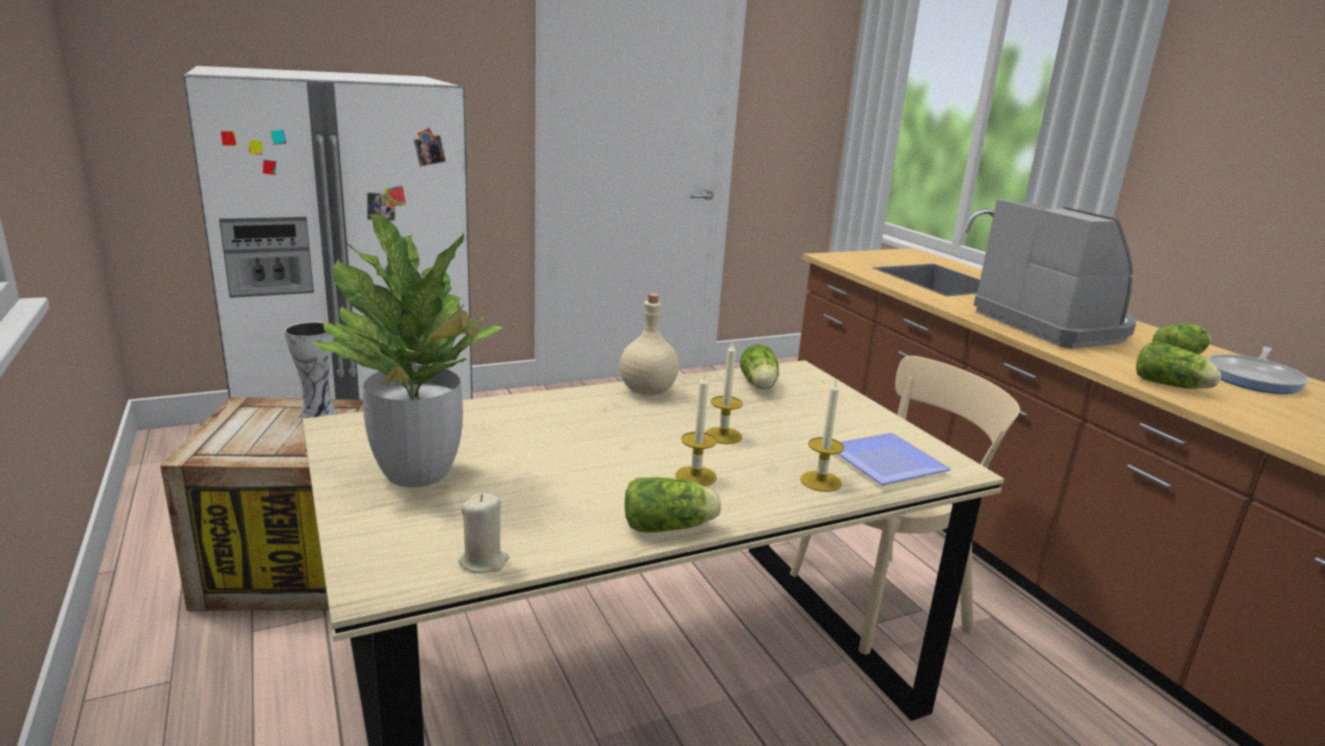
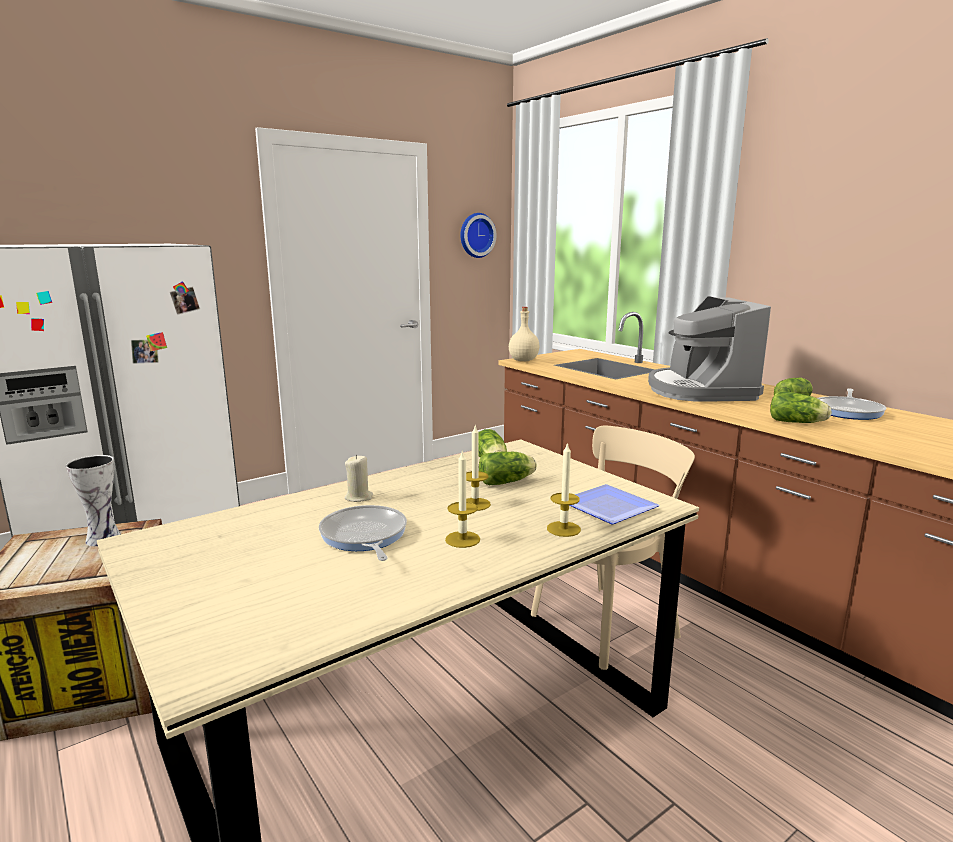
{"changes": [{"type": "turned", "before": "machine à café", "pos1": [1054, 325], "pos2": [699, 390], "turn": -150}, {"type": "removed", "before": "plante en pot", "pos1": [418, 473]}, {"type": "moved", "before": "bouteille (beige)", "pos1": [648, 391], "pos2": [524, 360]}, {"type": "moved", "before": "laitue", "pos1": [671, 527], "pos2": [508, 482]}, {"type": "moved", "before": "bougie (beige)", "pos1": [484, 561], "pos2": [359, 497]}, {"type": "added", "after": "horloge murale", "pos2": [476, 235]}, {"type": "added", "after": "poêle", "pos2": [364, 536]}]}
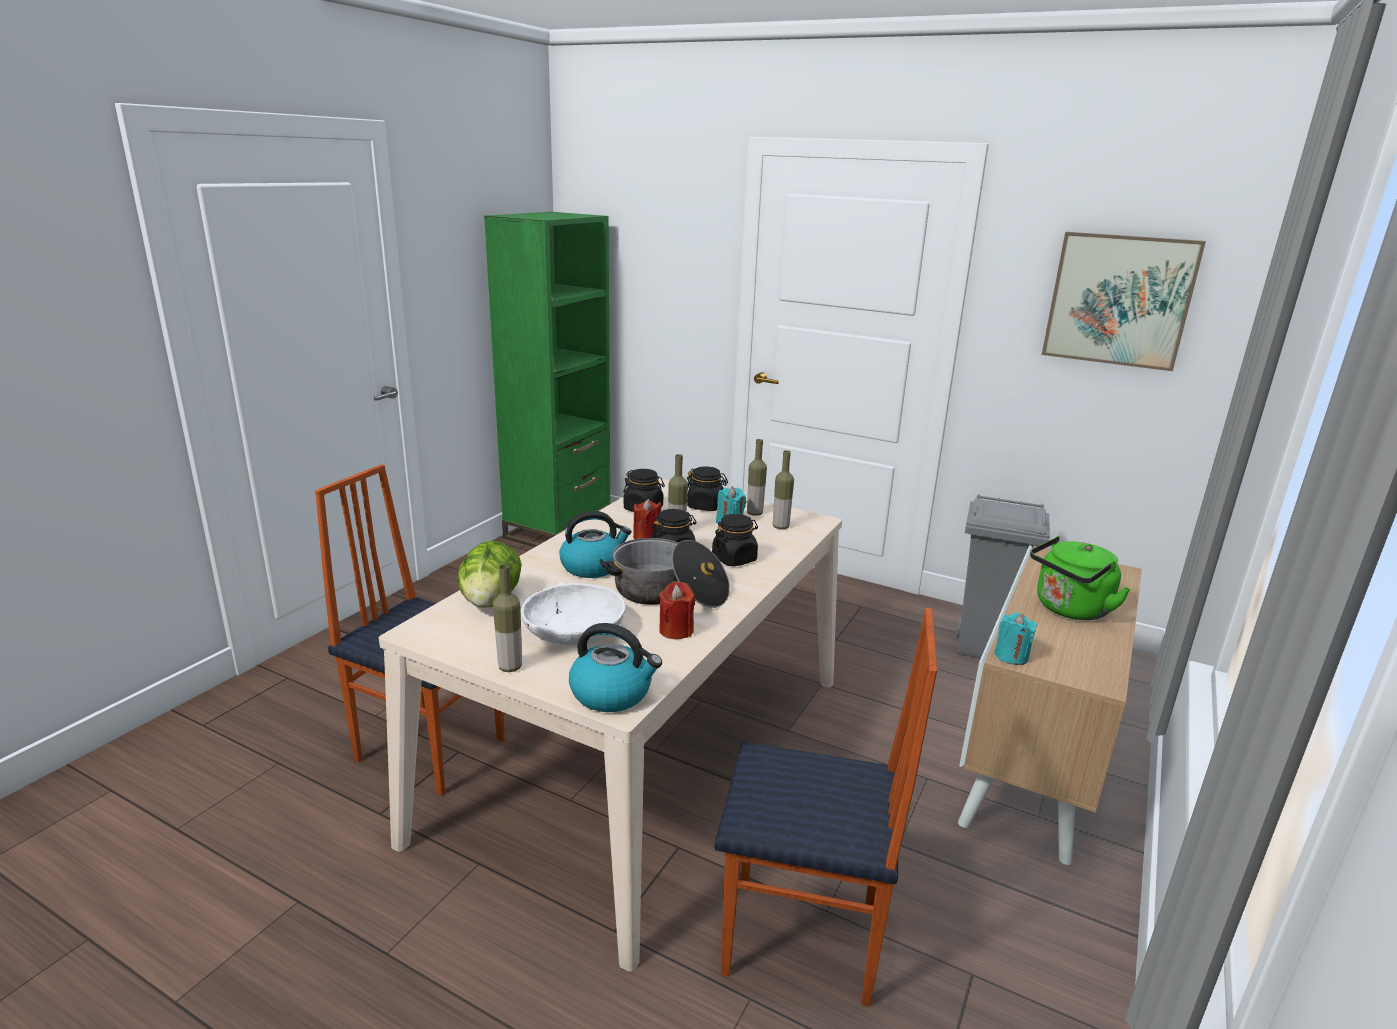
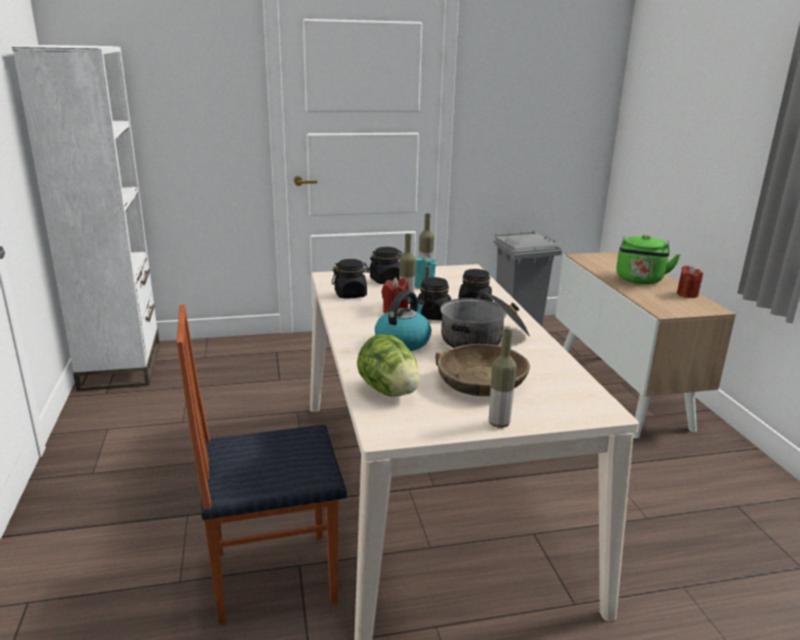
{"changes": [{"type": "recoloured", "before": "bibliothèque (vert)", "after": "bibliothèque (blanc)", "pos1": [558, 529], "pos2": [121, 366]}, {"type": "removed", "before": "tableau", "pos1": [1119, 300]}, {"type": "removed", "before": "bouteille", "pos1": [780, 527]}, {"type": "moved", "before": "bougie (rouge)", "pos1": [676, 630], "pos2": [687, 294]}, {"type": "recoloured", "before": "bol (blanc)", "after": "bol (marron)", "pos1": [573, 628], "pos2": [480, 383]}, {"type": "removed", "before": "chaise", "pos1": [802, 940]}, {"type": "removed", "before": "bougie (turquoise)", "pos1": [1011, 656]}, {"type": "removed", "before": "bouilloire", "pos1": [612, 693]}]}
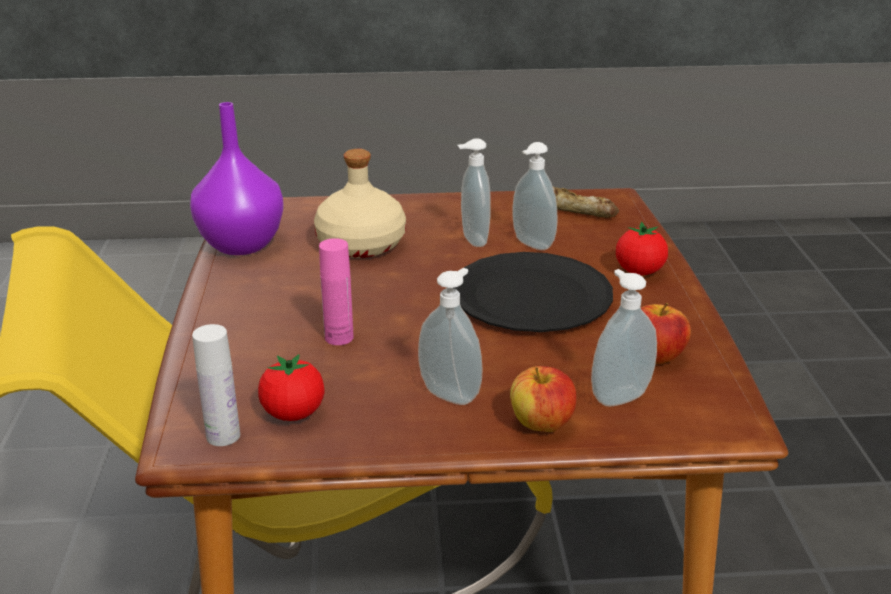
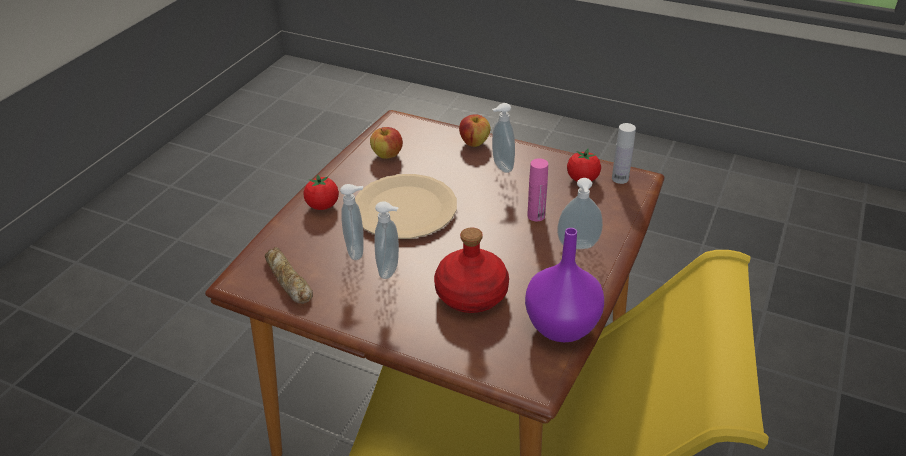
{"changes": [{"type": "recoloured", "before": "bouteille (beige)", "after": "bouteille (rouge)", "pos1": [360, 244], "pos2": [472, 294]}, {"type": "recoloured", "before": "assiette (noir)", "after": "assiette (beige)", "pos1": [531, 296], "pos2": [405, 209]}, {"type": "moved", "before": "distributeur de savon", "pos1": [618, 396], "pos2": [578, 247]}]}
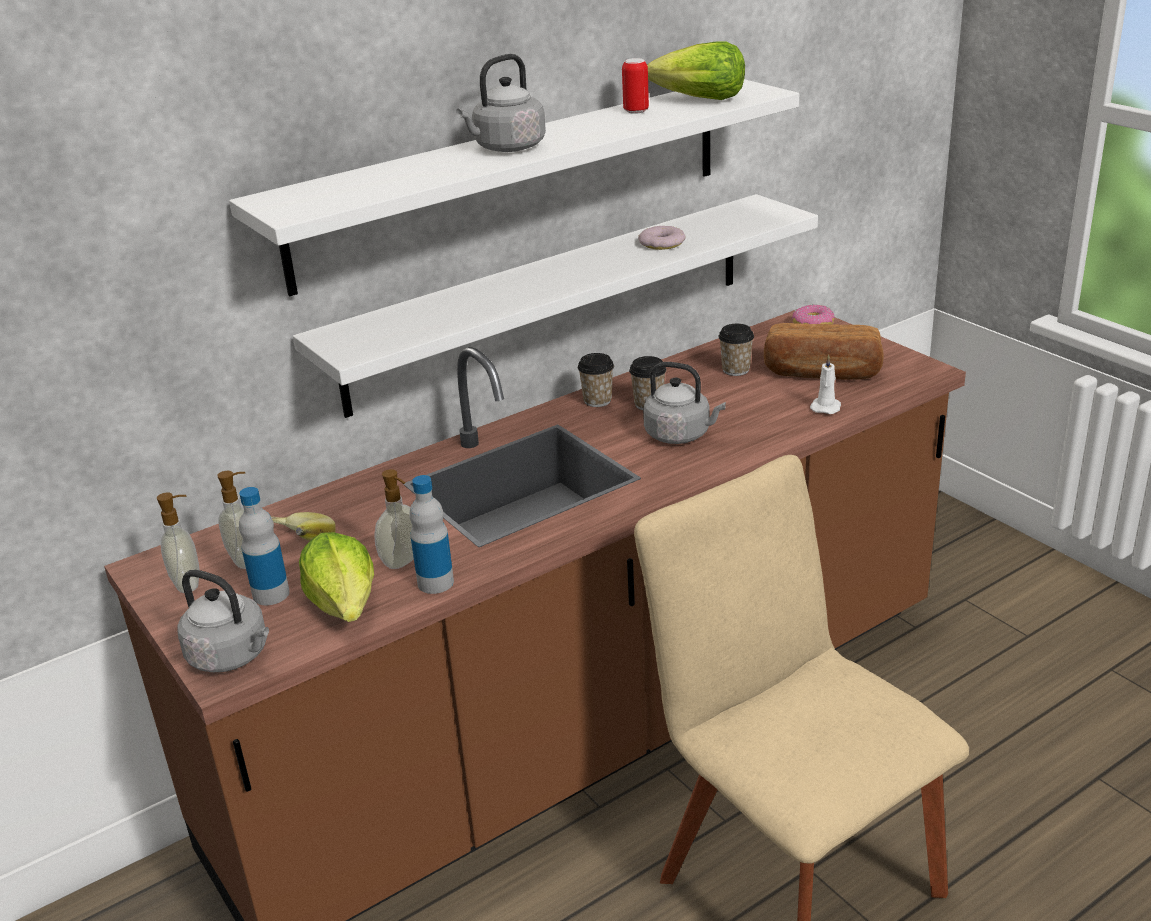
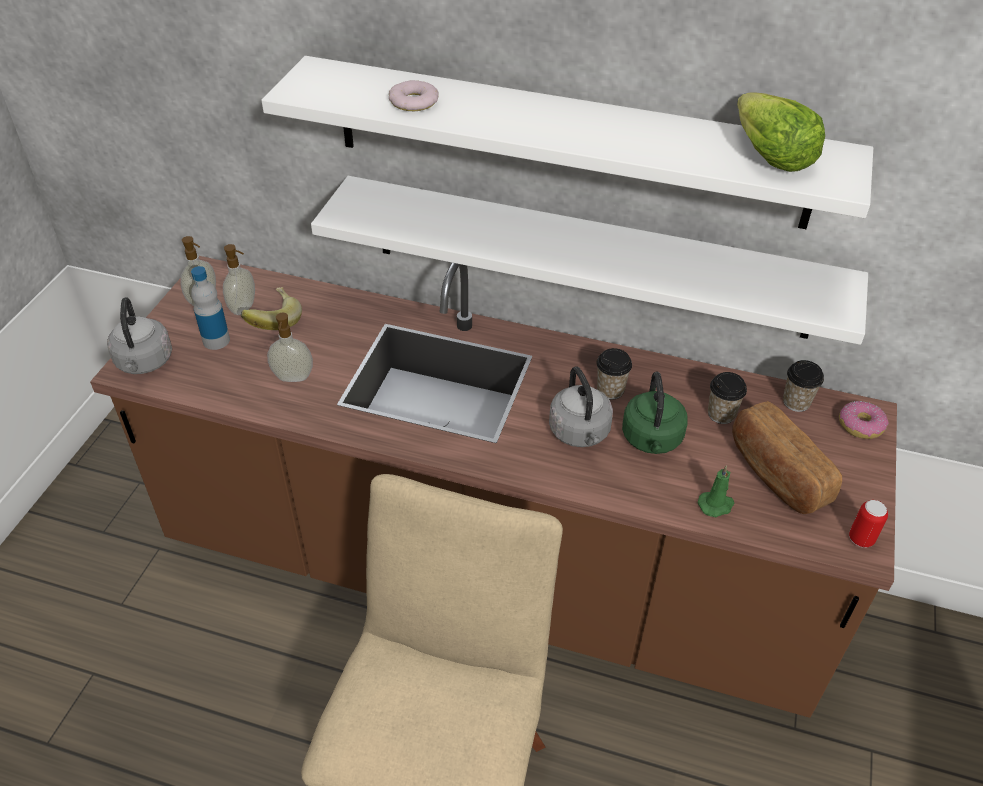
{"changes": [{"type": "removed", "before": "bouilloire (gris)", "pos1": [507, 148]}, {"type": "moved", "before": "boîte métallique", "pos1": [636, 111], "pos2": [861, 539]}, {"type": "moved", "before": "beignet", "pos1": [661, 243], "pos2": [413, 101]}, {"type": "moved", "before": "tasse", "pos1": [597, 400], "pos2": [796, 402]}, {"type": "recoloured", "before": "bougie (blanc)", "after": "bougie (vert)", "pos1": [826, 407], "pos2": [716, 505]}, {"type": "removed", "before": "bouteille", "pos1": [435, 582]}, {"type": "removed", "before": "laitue", "pos1": [345, 604]}, {"type": "added", "after": "bouilloire (vert)", "pos2": [652, 440]}]}
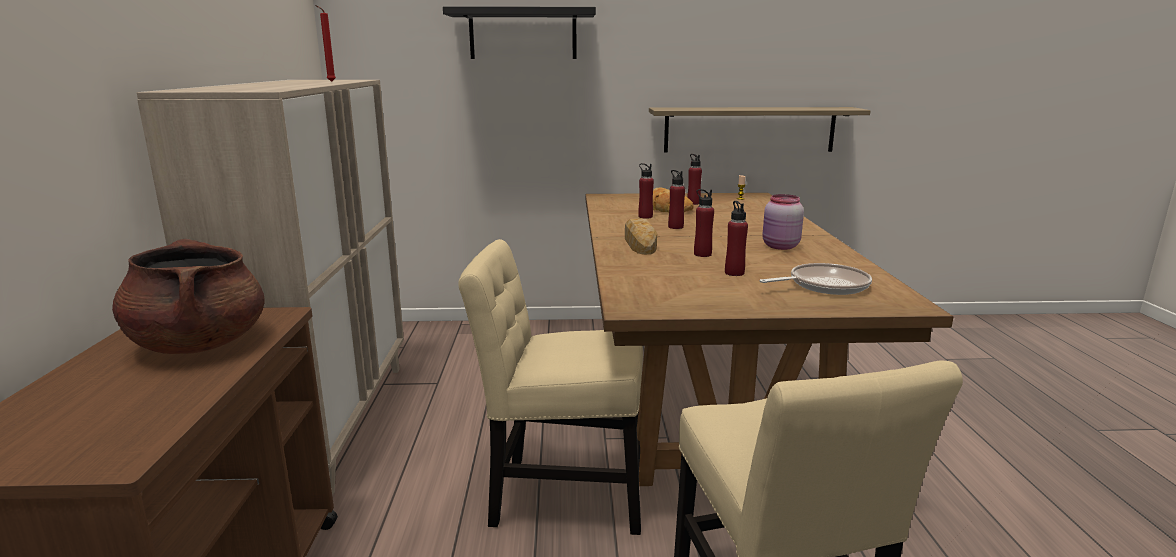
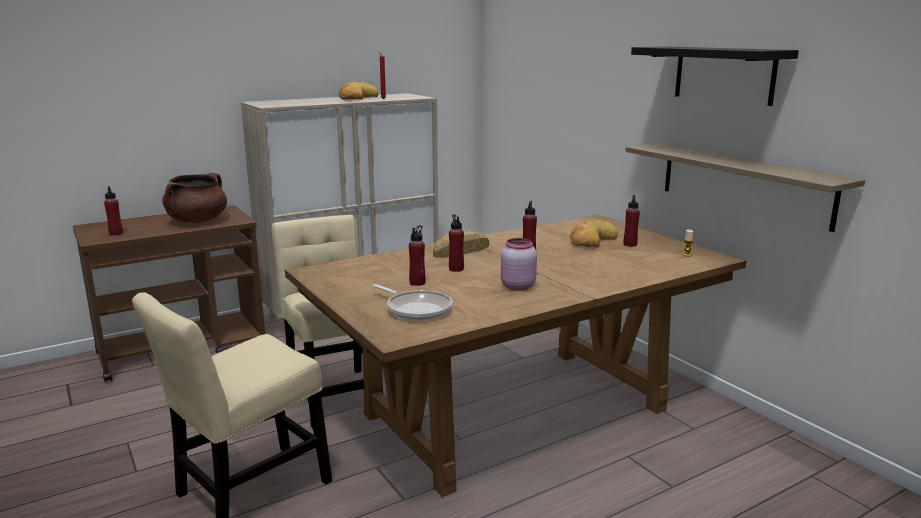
{"changes": [{"type": "moved", "before": "étagère (noir)", "pos1": [523, 34], "pos2": [724, 74]}, {"type": "moved", "before": "bouteille (rouge)", "pos1": [645, 216], "pos2": [116, 233]}, {"type": "added", "after": "pain", "pos2": [356, 98]}]}
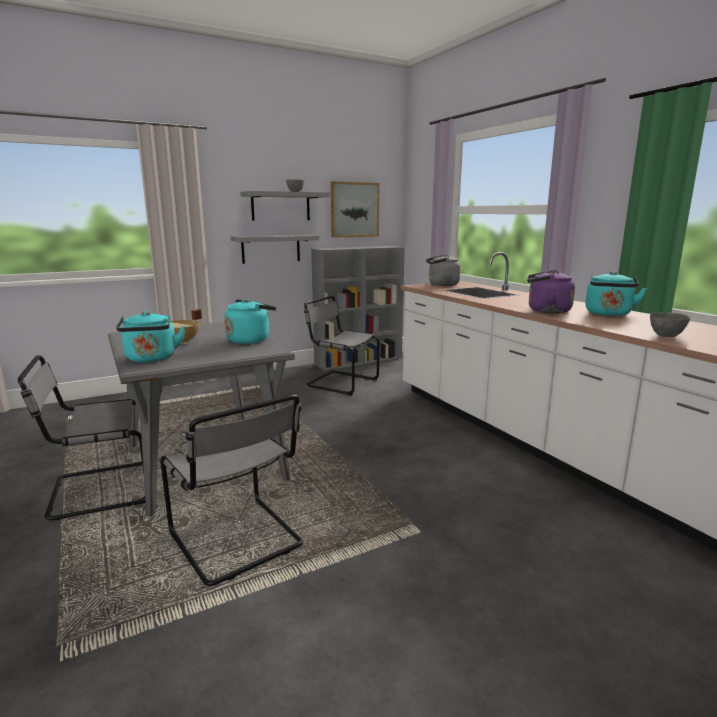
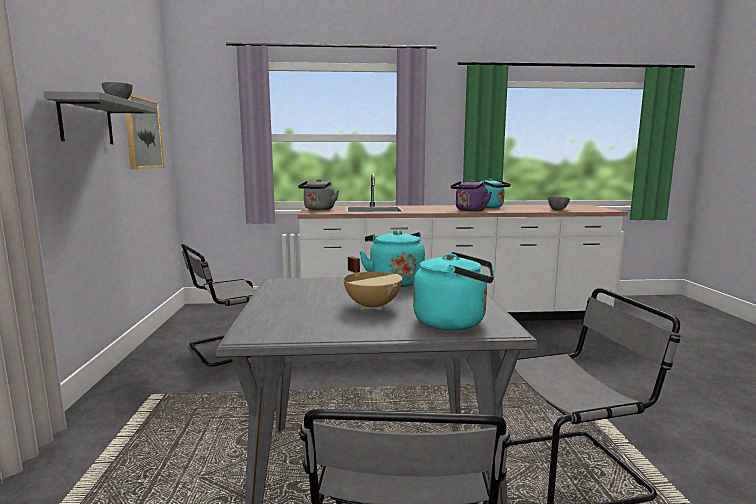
{"changes": [{"type": "removed", "before": "étagère (gris)", "pos1": [271, 248]}, {"type": "removed", "before": "bibliothèque (gris)", "pos1": [359, 361]}]}
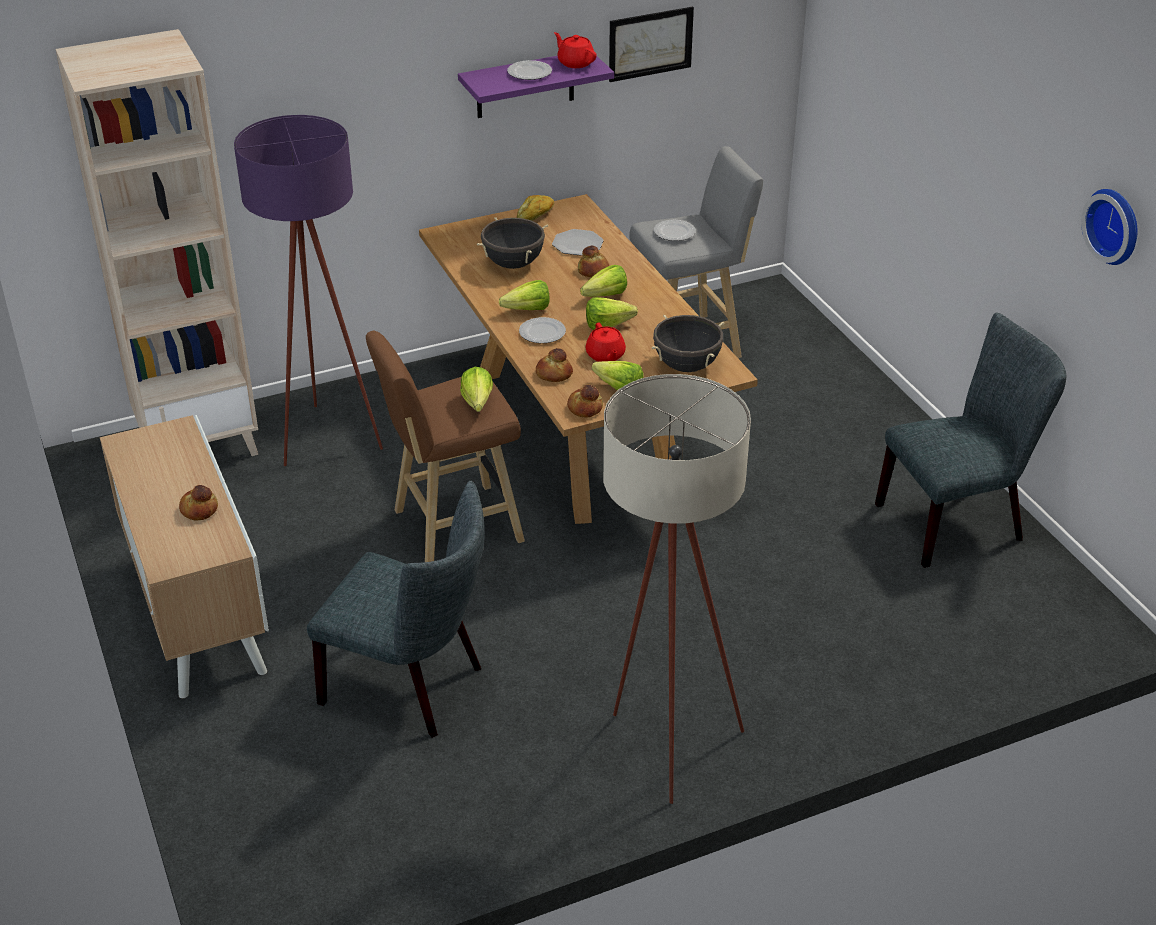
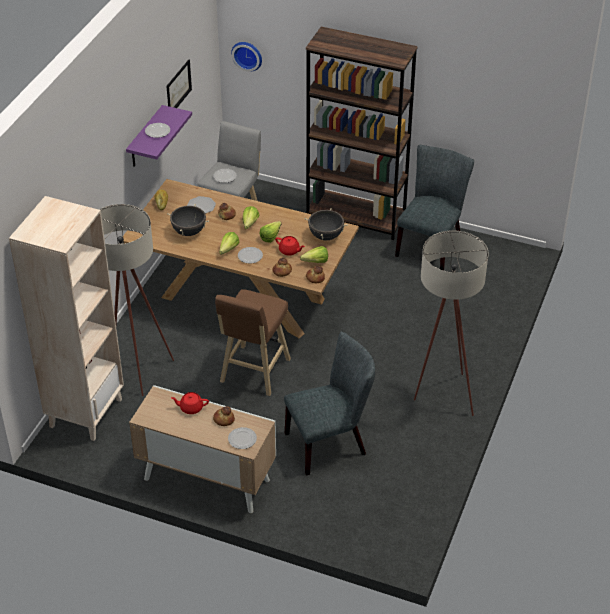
{"changes": [{"type": "moved", "before": "théière (rouge)", "pos1": [575, 63], "pos2": [191, 408]}, {"type": "recoloured", "before": "lampadaire (violet)", "after": "lampadaire (beige)", "pos1": [325, 432], "pos2": [136, 369]}, {"type": "moved", "before": "horloge murale", "pos1": [1115, 225], "pos2": [247, 55]}, {"type": "removed", "before": "laitue", "pos1": [476, 406]}, {"type": "added", "after": "bibliothèque (marron)", "pos2": [356, 218]}, {"type": "added", "after": "assiette", "pos2": [242, 439]}]}
